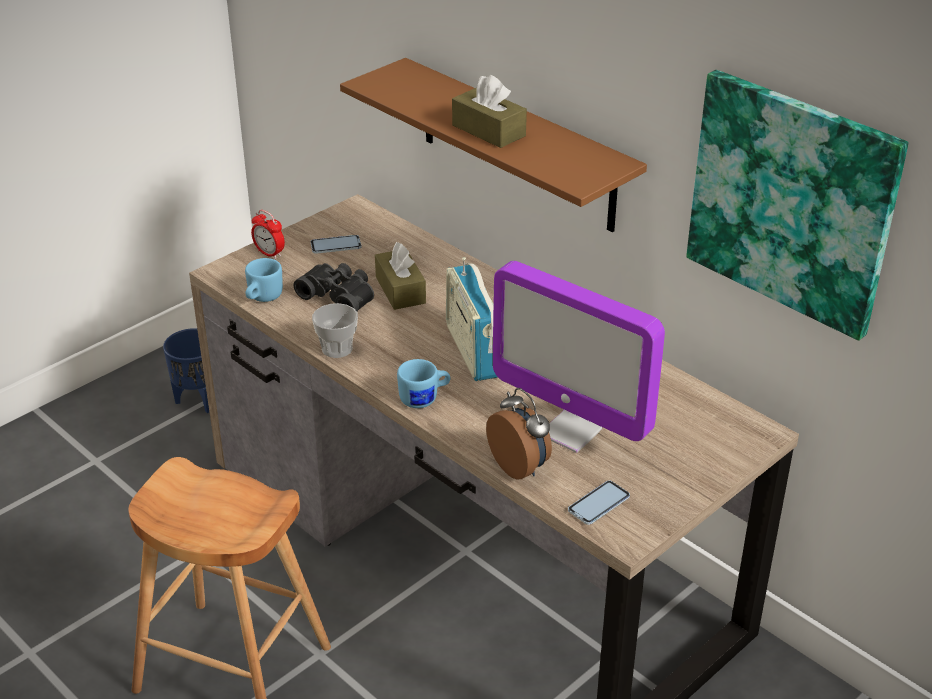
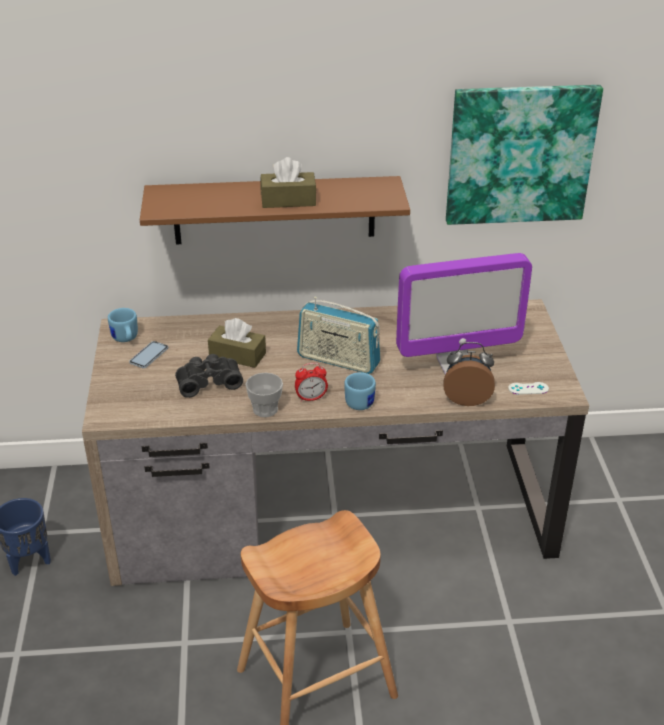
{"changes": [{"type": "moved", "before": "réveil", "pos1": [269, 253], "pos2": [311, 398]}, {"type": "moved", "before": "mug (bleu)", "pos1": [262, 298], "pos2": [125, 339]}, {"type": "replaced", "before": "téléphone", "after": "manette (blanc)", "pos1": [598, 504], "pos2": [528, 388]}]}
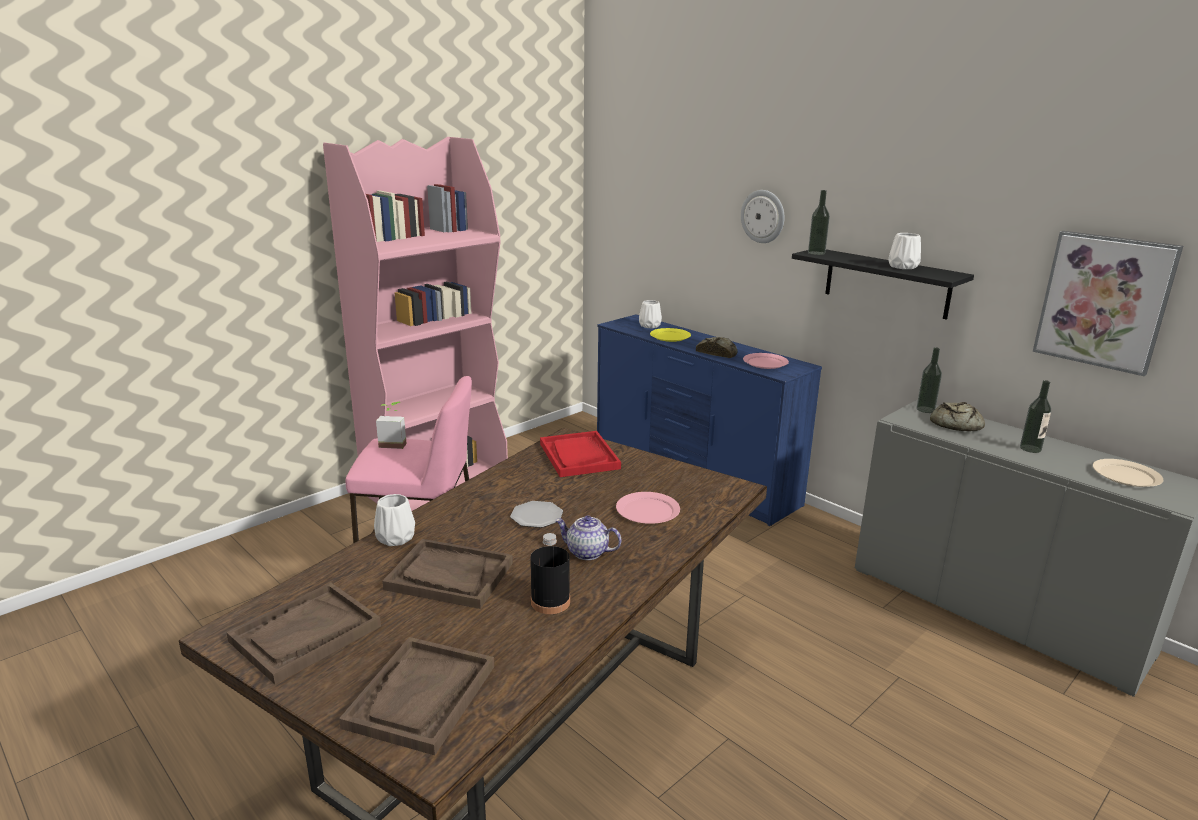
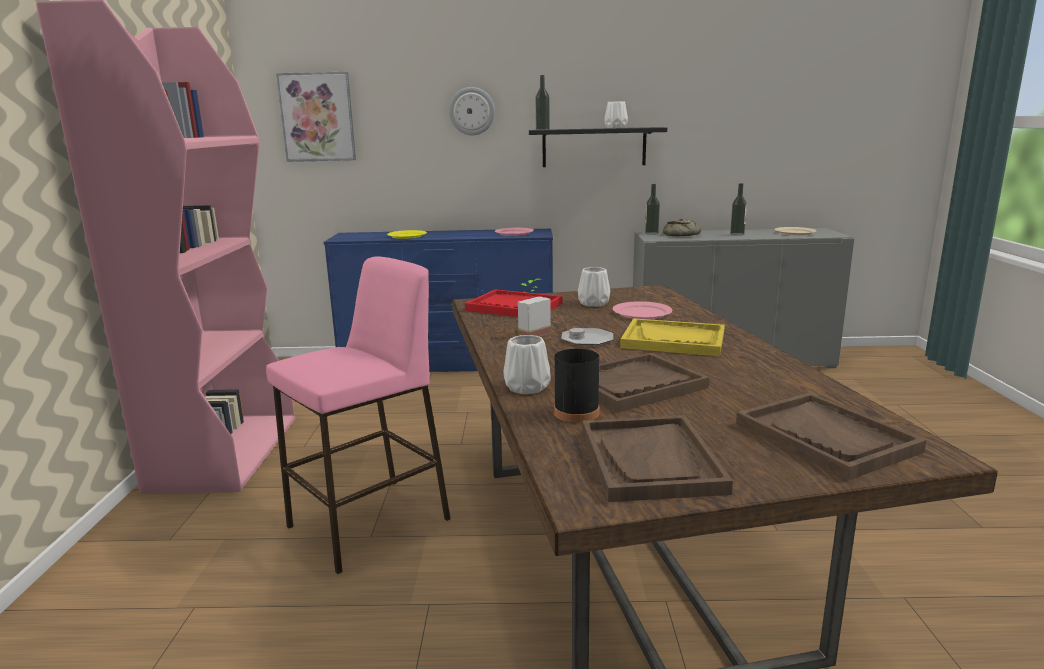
{"changes": [{"type": "moved", "before": "tableau", "pos1": [1104, 301], "pos2": [317, 117]}, {"type": "moved", "before": "vase (blanc)", "pos1": [649, 325], "pos2": [592, 303]}, {"type": "removed", "before": "pain", "pos1": [717, 353]}, {"type": "moved", "before": "plante en pot", "pos1": [394, 443], "pos2": [530, 333]}, {"type": "replaced", "before": "théière", "after": "plateau (jaune)", "pos1": [586, 552], "pos2": [673, 340]}, {"type": "moved", "before": "bouteille (noir)", "pos1": [550, 602], "pos2": [576, 413]}]}
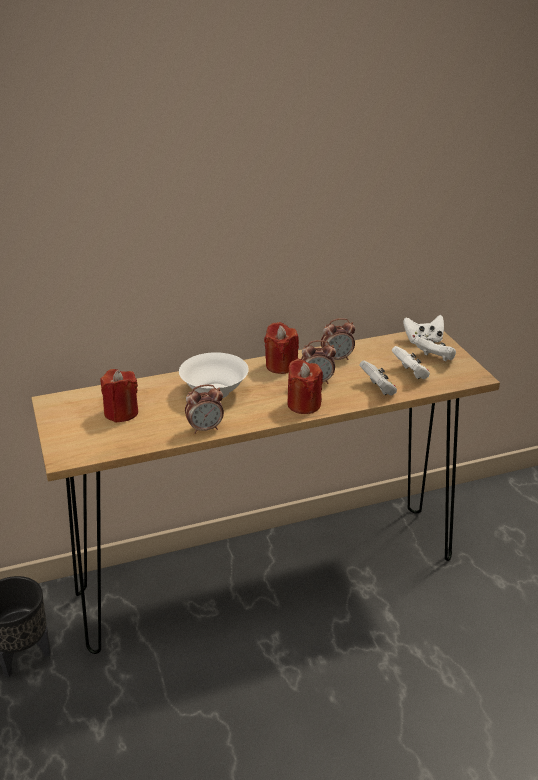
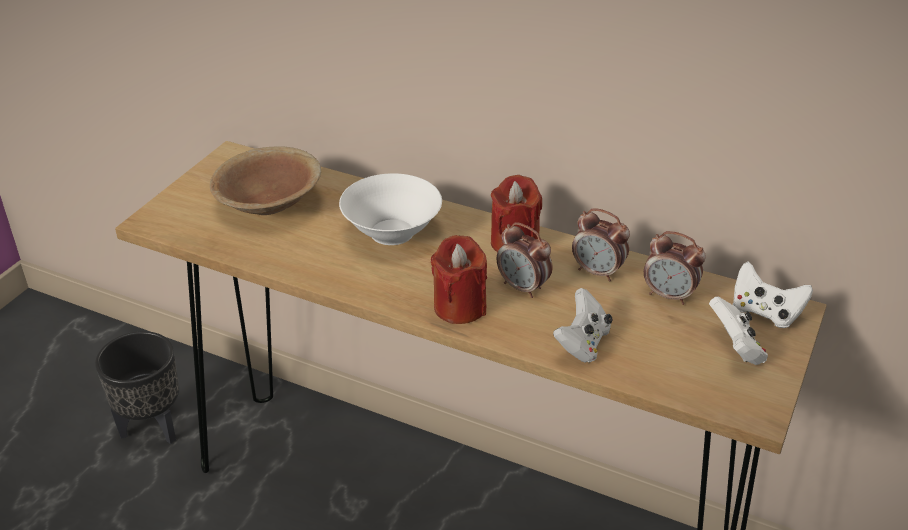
{"changes": [{"type": "removed", "before": "manette (blanc)", "pos1": [410, 374]}, {"type": "replaced", "before": "bougie (rouge)", "after": "bol (marron)", "pos1": [121, 413], "pos2": [268, 203]}, {"type": "moved", "before": "réveil", "pos1": [205, 428], "pos2": [669, 295]}]}
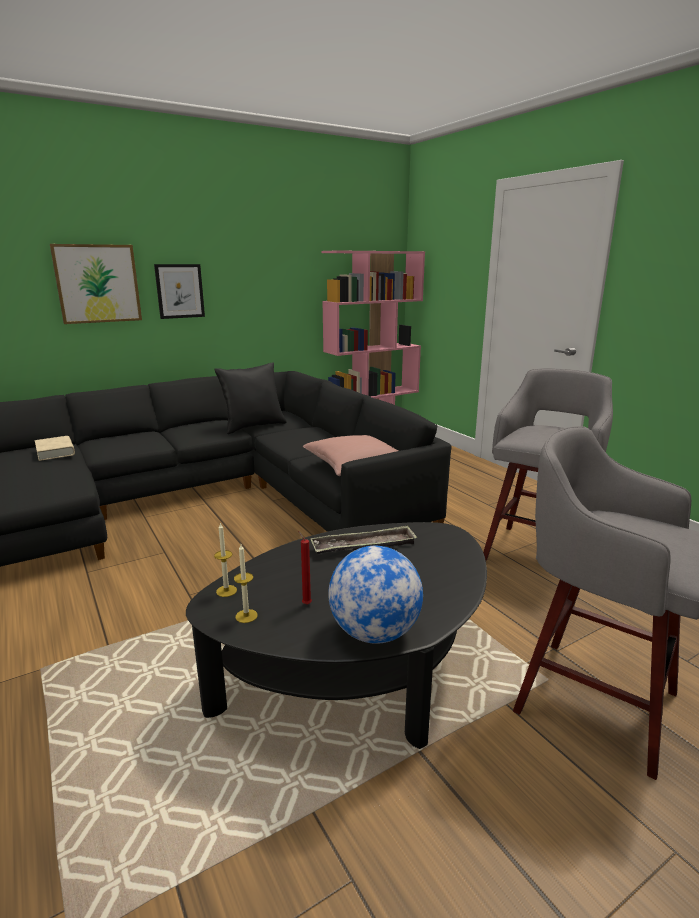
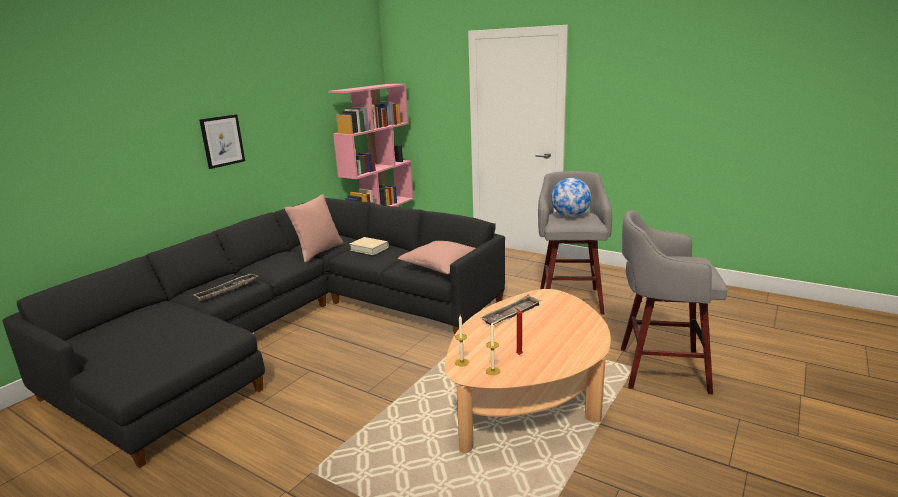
{"changes": [{"type": "removed", "before": "tableau", "pos1": [97, 284]}, {"type": "recoloured", "before": "coussin (noir)", "after": "coussin (rose)", "pos1": [253, 426], "pos2": [318, 252]}, {"type": "moved", "before": "livre (beige)", "pos1": [55, 452], "pos2": [369, 249]}, {"type": "recoloured", "before": "table basse (noir)", "after": "table basse (beige)", "pos1": [357, 671], "pos2": [529, 398]}, {"type": "moved", "before": "globe", "pos1": [374, 633], "pos2": [570, 216]}, {"type": "added", "after": "plateau", "pos2": [227, 290]}]}
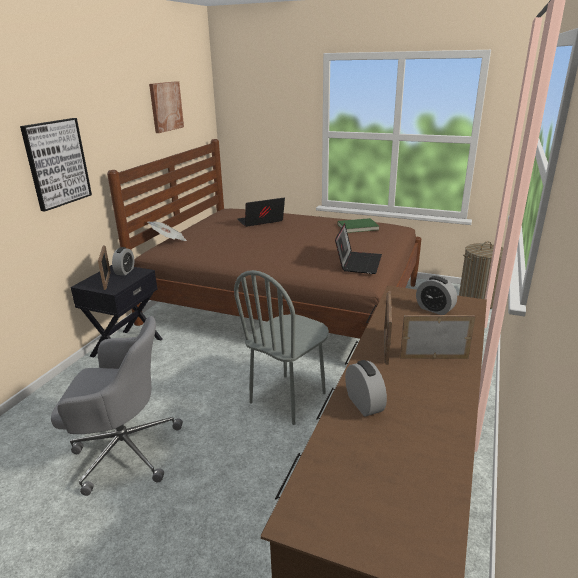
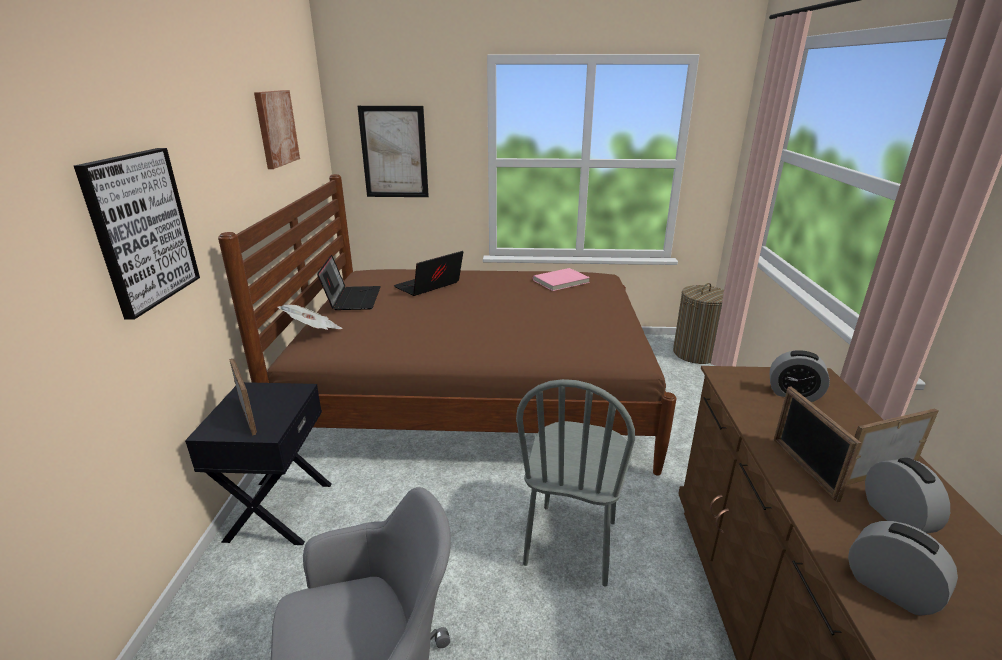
{"changes": [{"type": "recoloured", "before": "livre (vert)", "after": "livre (rose)", "pos1": [358, 227], "pos2": [561, 281]}, {"type": "moved", "before": "ordinateur portable", "pos1": [358, 262], "pos2": [352, 298]}, {"type": "moved", "before": "réveil", "pos1": [125, 271], "pos2": [896, 517]}, {"type": "added", "after": "tableau", "pos2": [394, 152]}]}
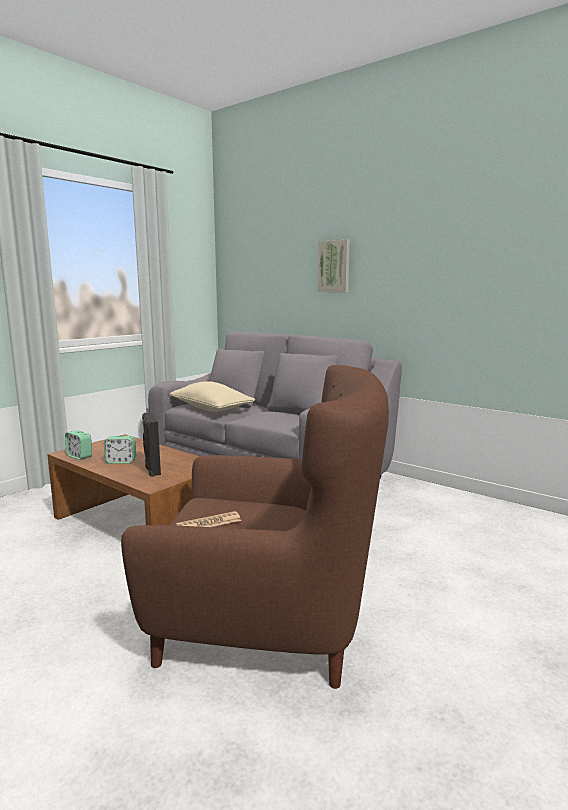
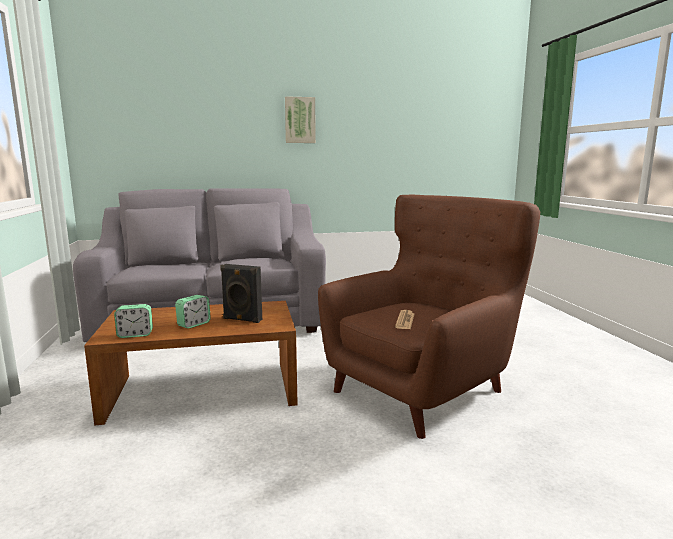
{"changes": [{"type": "moved", "before": "tableau", "pos1": [334, 266], "pos2": [300, 120]}, {"type": "removed", "before": "coussin (beige)", "pos1": [211, 409]}]}
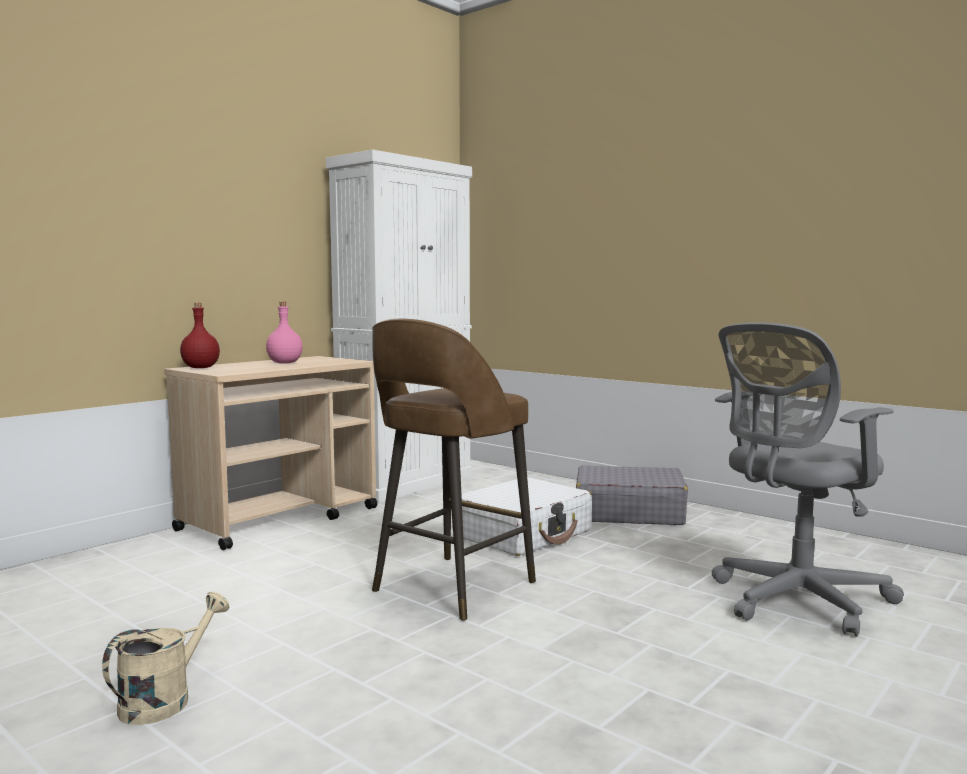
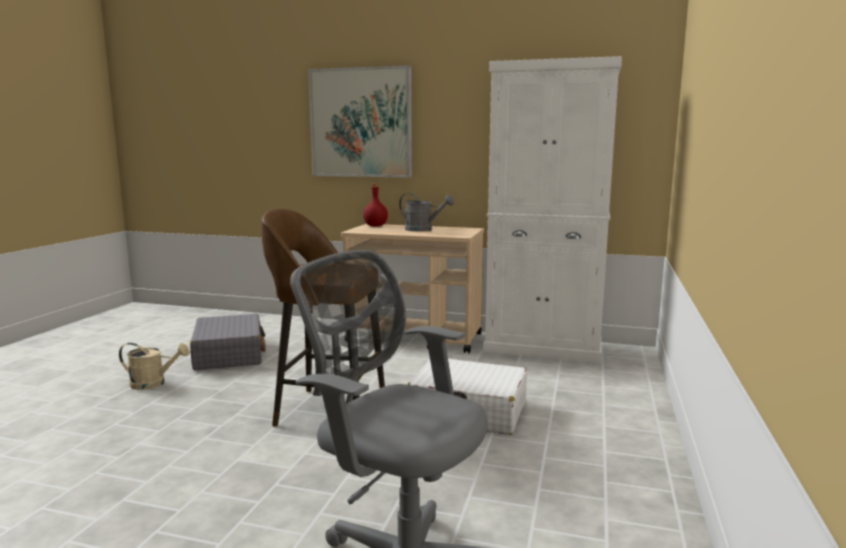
{"changes": [{"type": "replaced", "before": "bouteille (rose)", "after": "arrosoir (gris)", "pos1": [284, 363], "pos2": [423, 230]}, {"type": "moved", "before": "valise (gris)", "pos1": [628, 512], "pos2": [229, 354]}, {"type": "added", "after": "tableau", "pos2": [360, 123]}]}
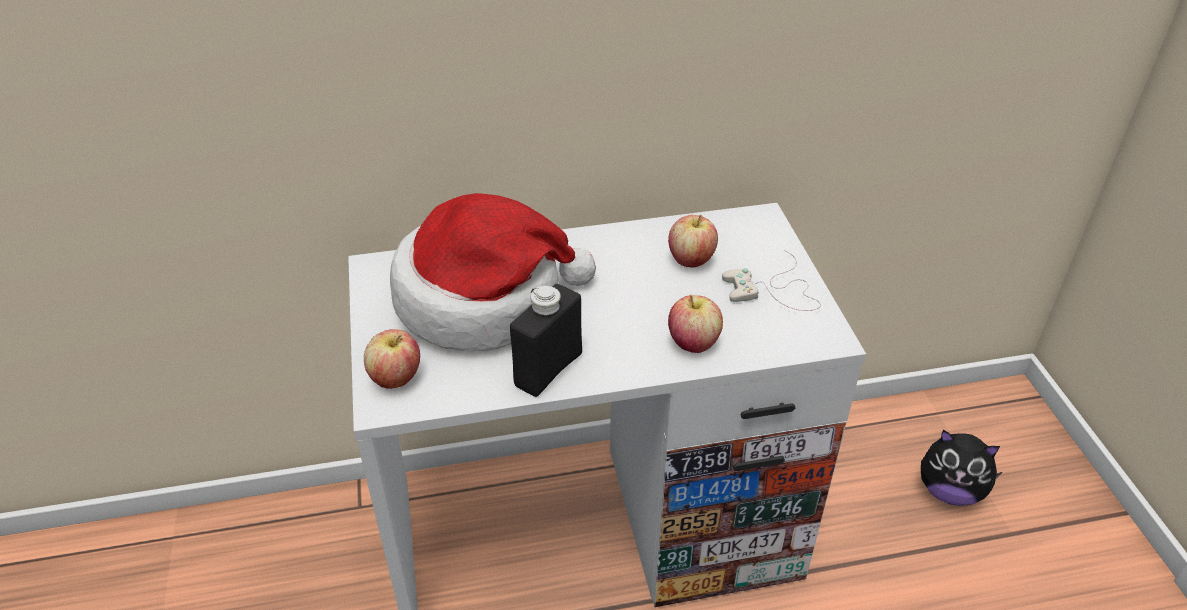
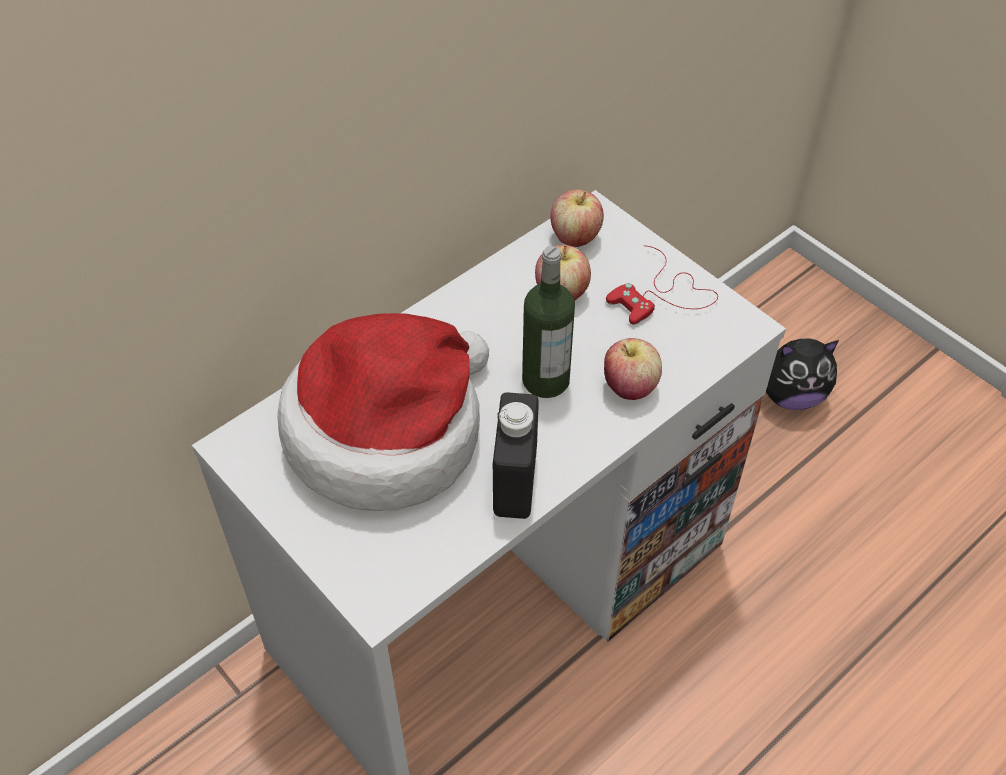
{"changes": [{"type": "recoloured", "before": "manette (blanc)", "after": "manette (rouge)", "pos1": [774, 290], "pos2": [662, 295]}, {"type": "moved", "before": "pomme", "pos1": [396, 378], "pos2": [575, 237]}, {"type": "added", "after": "bouteille", "pos2": [545, 380]}]}
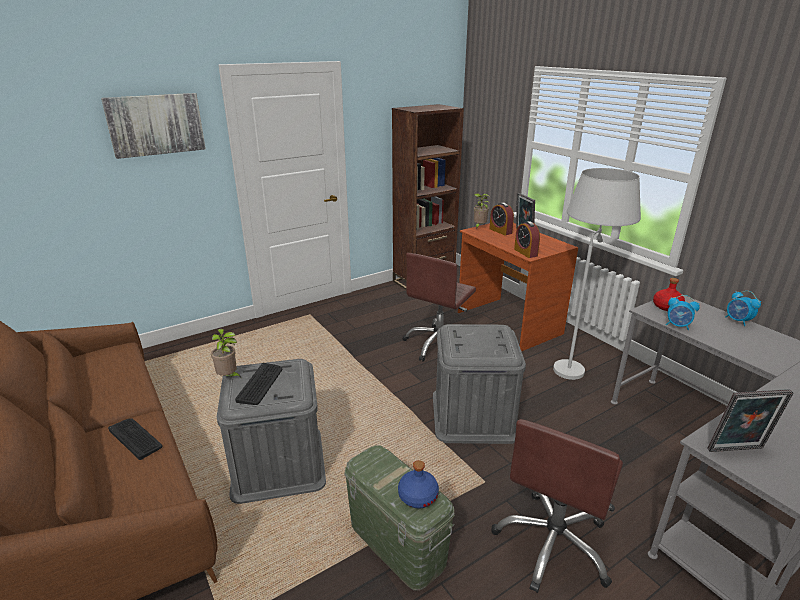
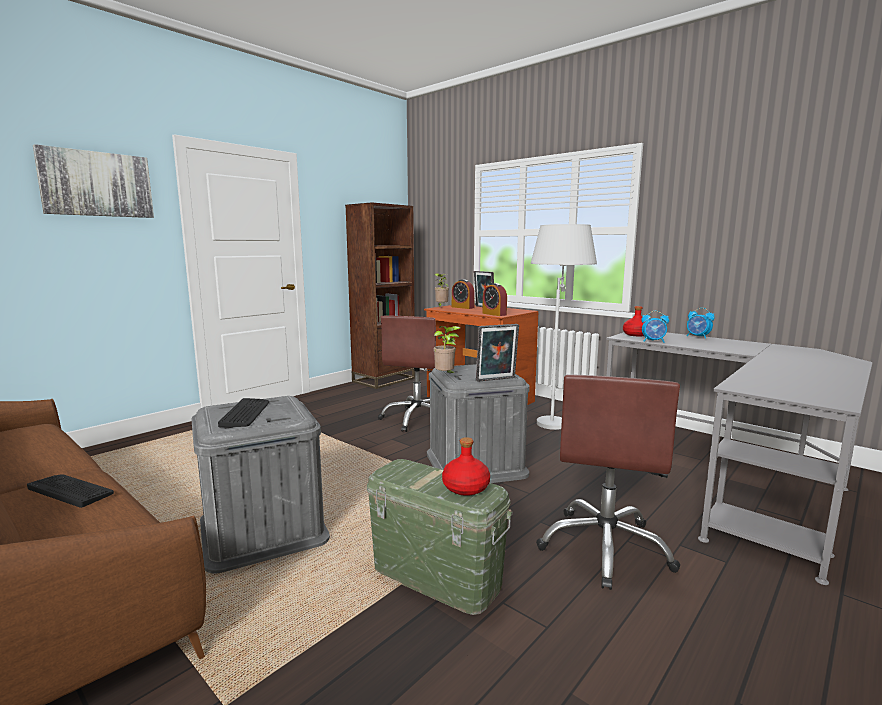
{"changes": [{"type": "moved", "before": "plante en pot", "pos1": [229, 377], "pos2": [446, 376]}, {"type": "moved", "before": "cadre photo", "pos1": [737, 451], "pos2": [496, 380]}, {"type": "recoloured", "before": "bouteille (bleu)", "after": "bouteille (rouge)", "pos1": [417, 496], "pos2": [465, 487]}]}
